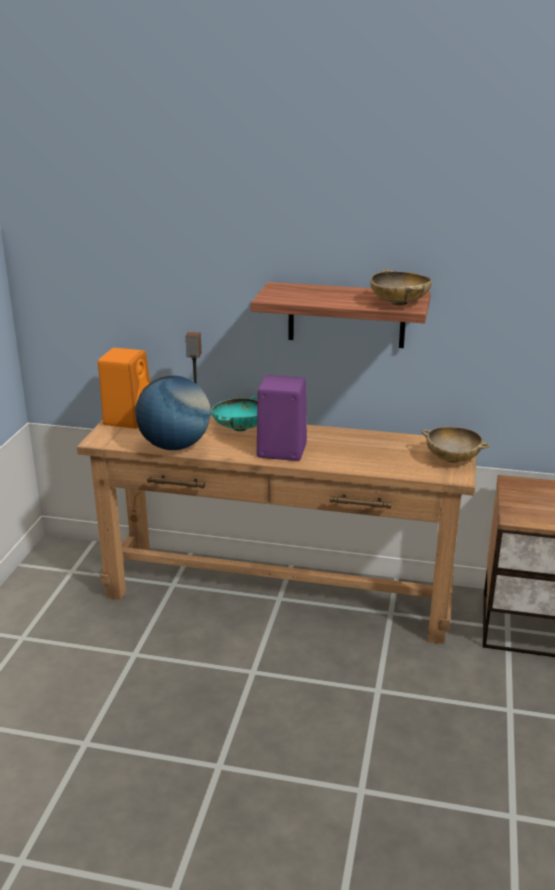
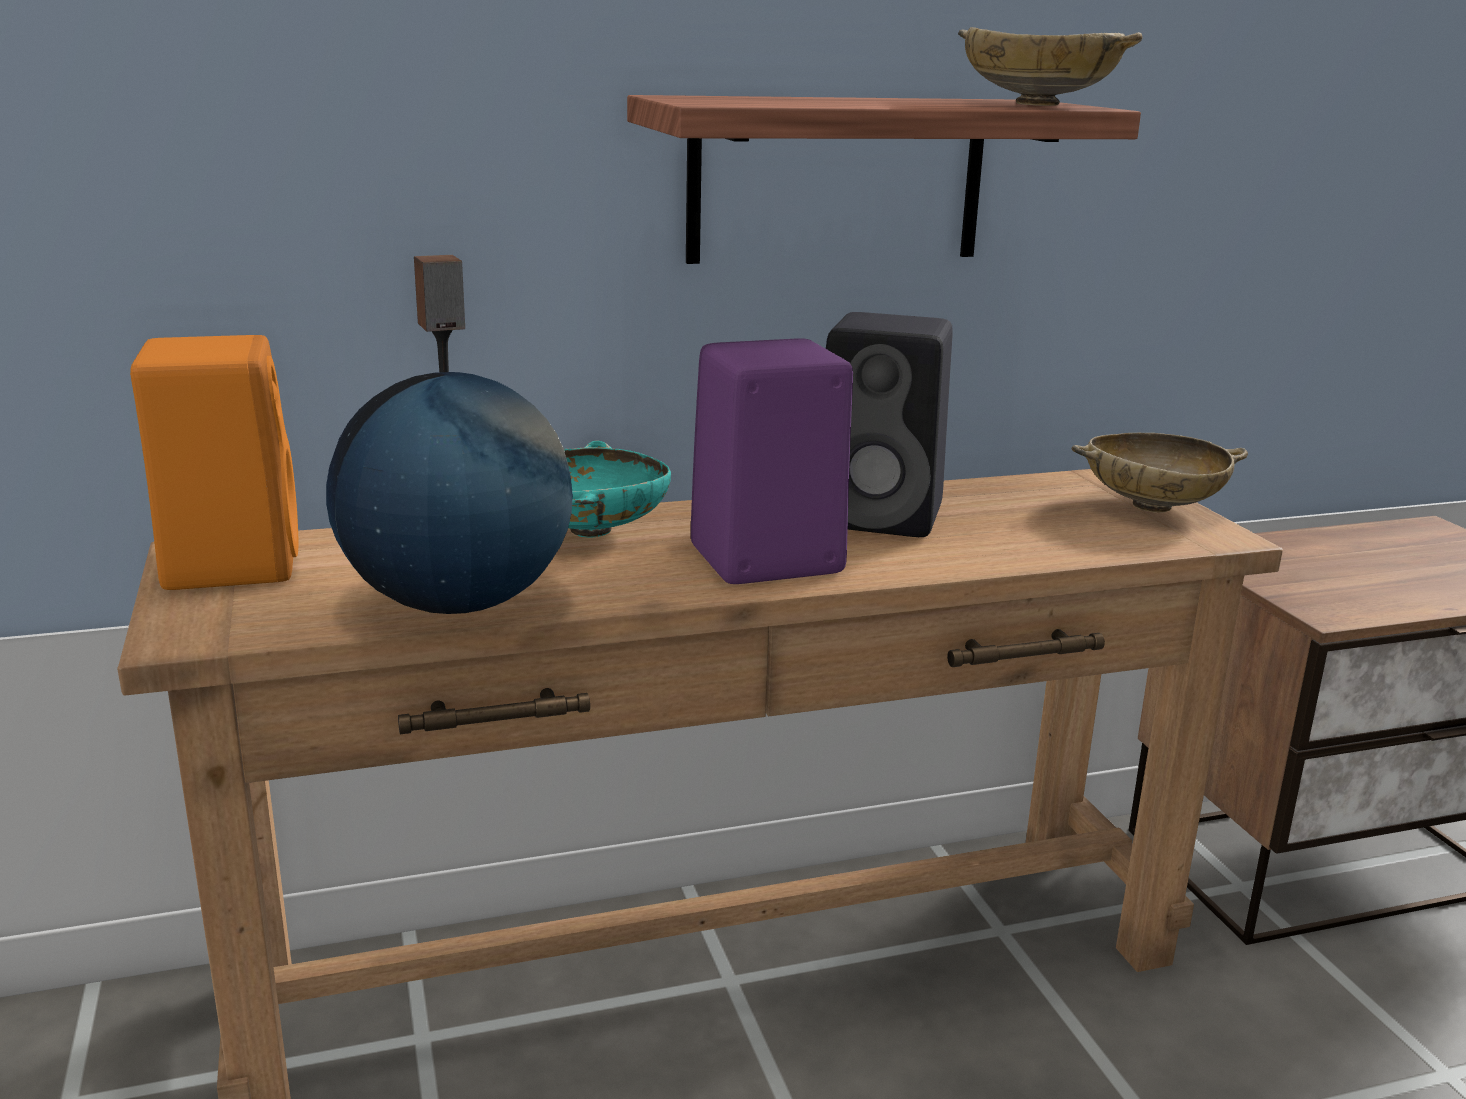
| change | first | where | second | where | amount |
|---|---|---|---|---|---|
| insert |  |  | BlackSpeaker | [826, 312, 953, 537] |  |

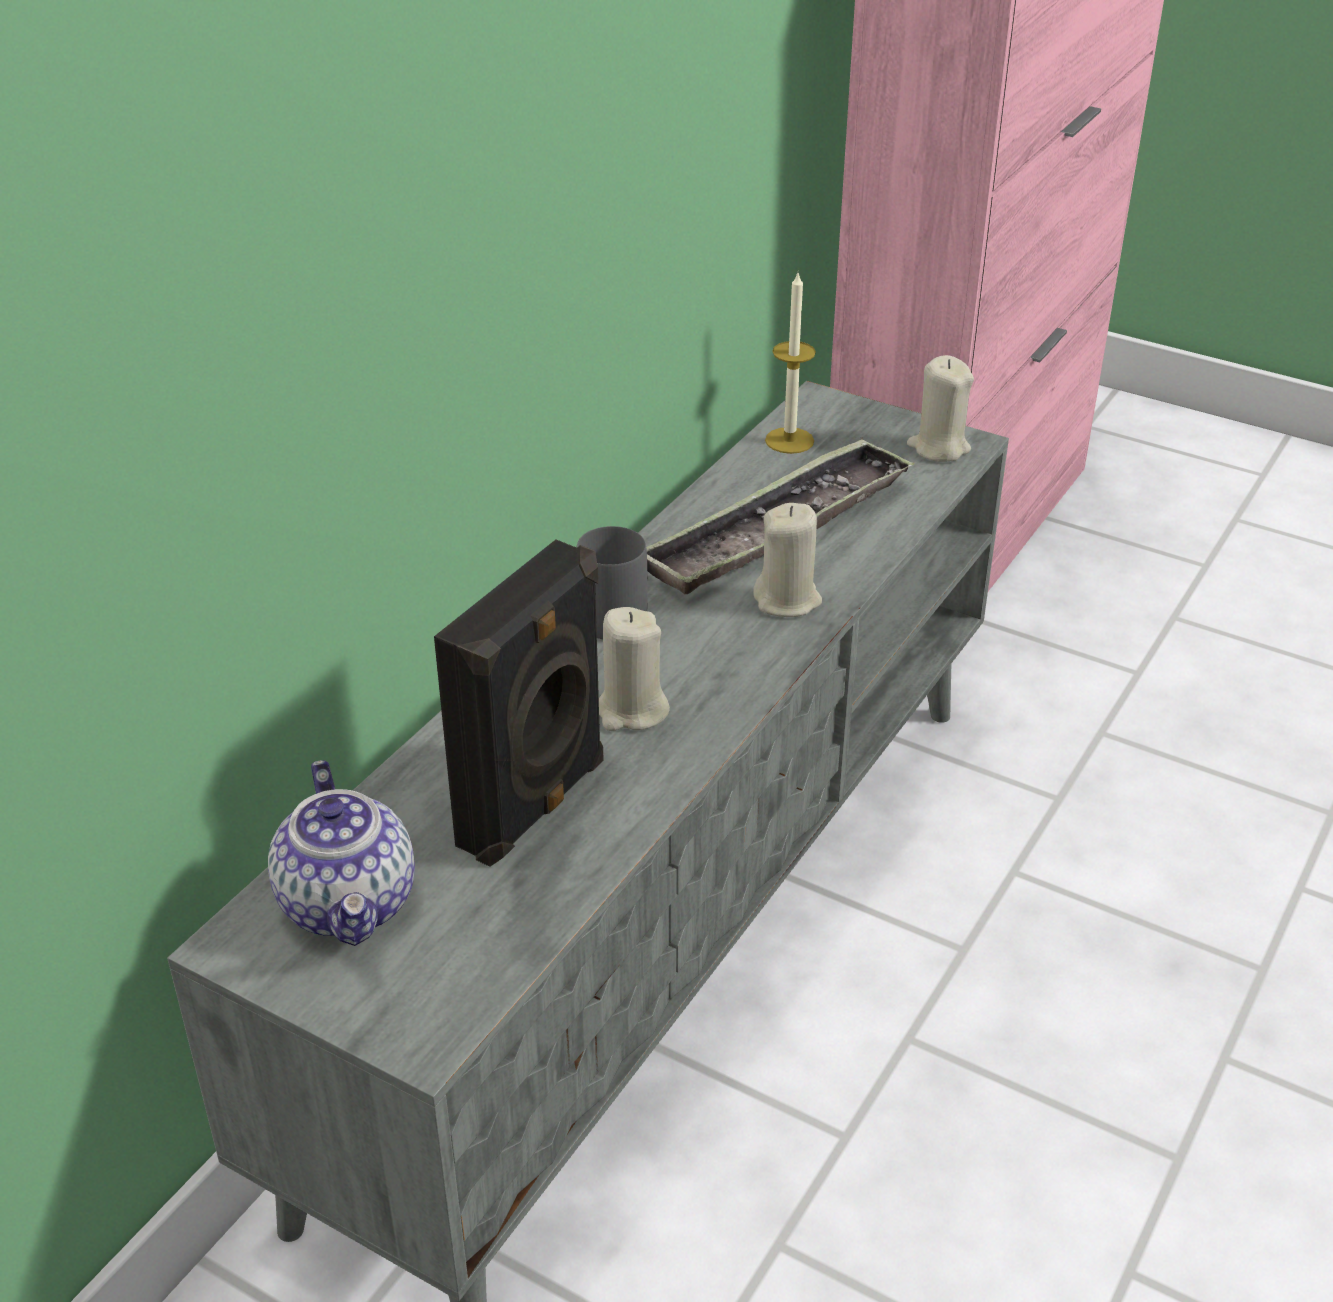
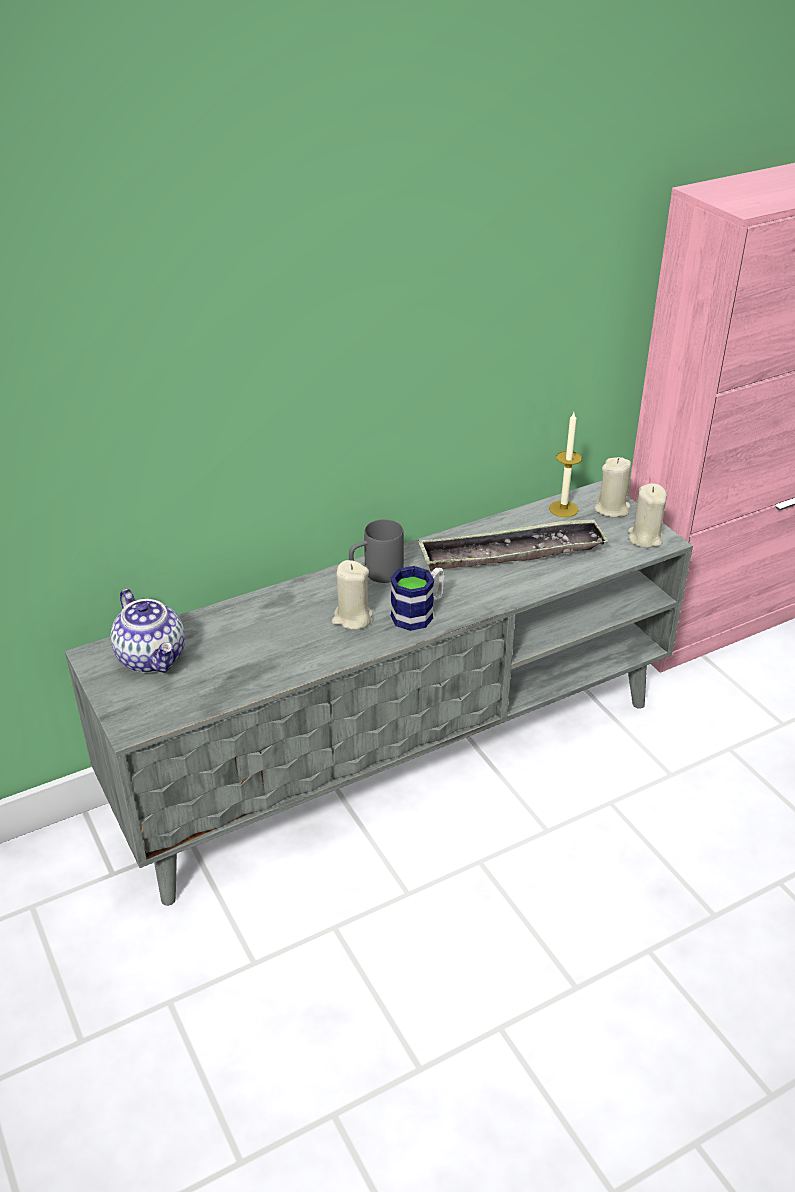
| change | first | where | second | where | amount |
|---|---|---|---|---|---|
| rotate | Teapot | [268, 760, 415, 946] |  | [111, 589, 185, 673] | 45 degrees counterclockwise |
| delete | BlackSpeaker | [434, 540, 604, 867] |  |  |  |
| move | BeigeCandle | [753, 503, 822, 617] |  | [594, 457, 631, 517] |  |
| insert |  |  | Mug | [391, 566, 445, 631] |  |

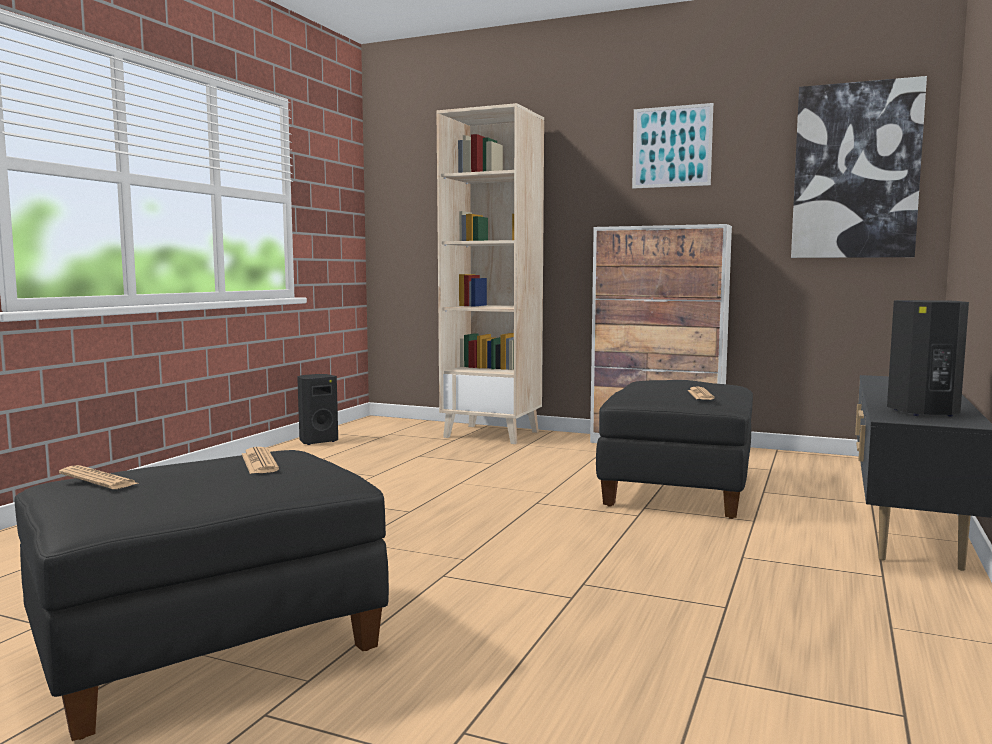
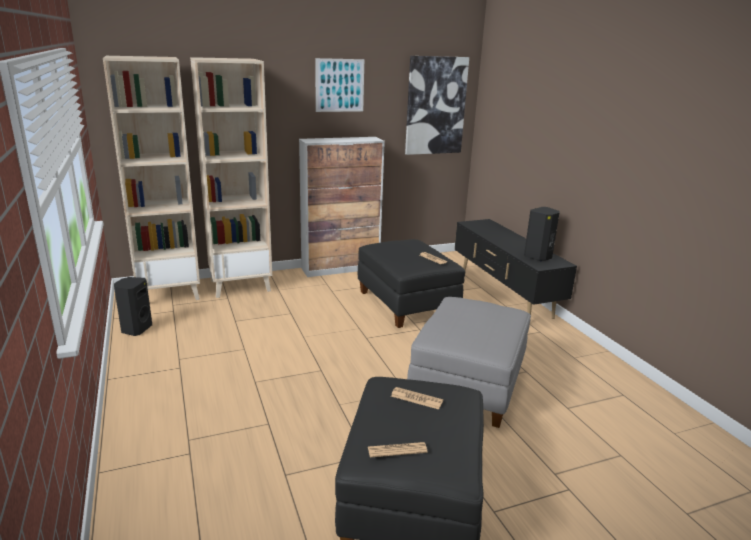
| change | first | where | second | where | amount |
|---|---|---|---|---|---|
| insert |  |  | BeigeBookcase | [103, 56, 200, 300] |  |
| insert |  |  | GreyOttoman | [407, 297, 531, 428] |  |

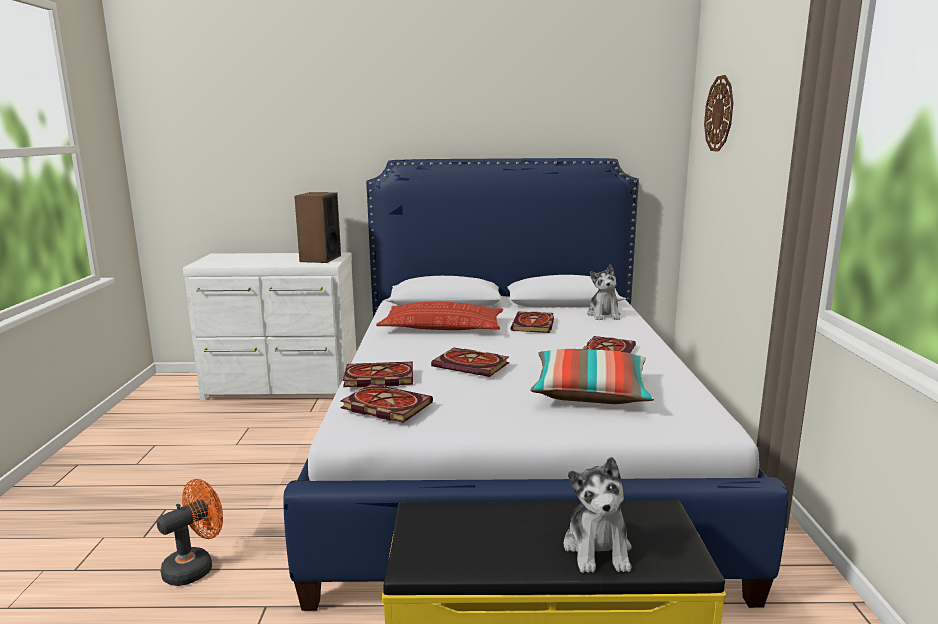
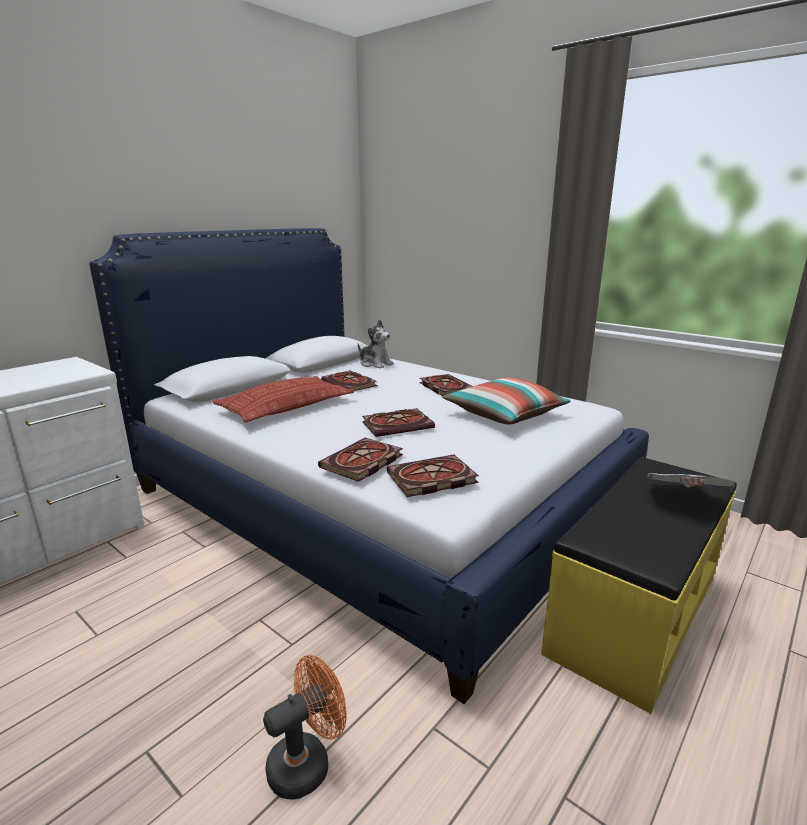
| change | first | where | second | where | amount |
|---|---|---|---|---|---|
| rotate | OrangeFan | [157, 479, 223, 586] |  | [263, 655, 347, 799] | 60 degrees clockwise |
| delete | Speaker | [294, 192, 341, 263] |  |  |  |
| replace | PlushToy | [564, 457, 632, 573] | Newspaper | [647, 473, 735, 488] |  |
| delete | WallClock | [704, 75, 733, 152] |  |  |  |

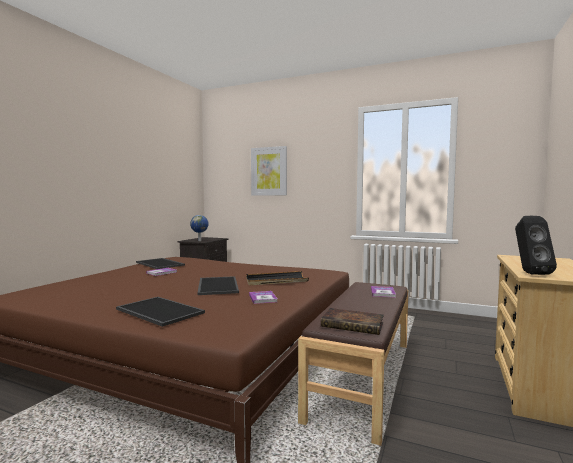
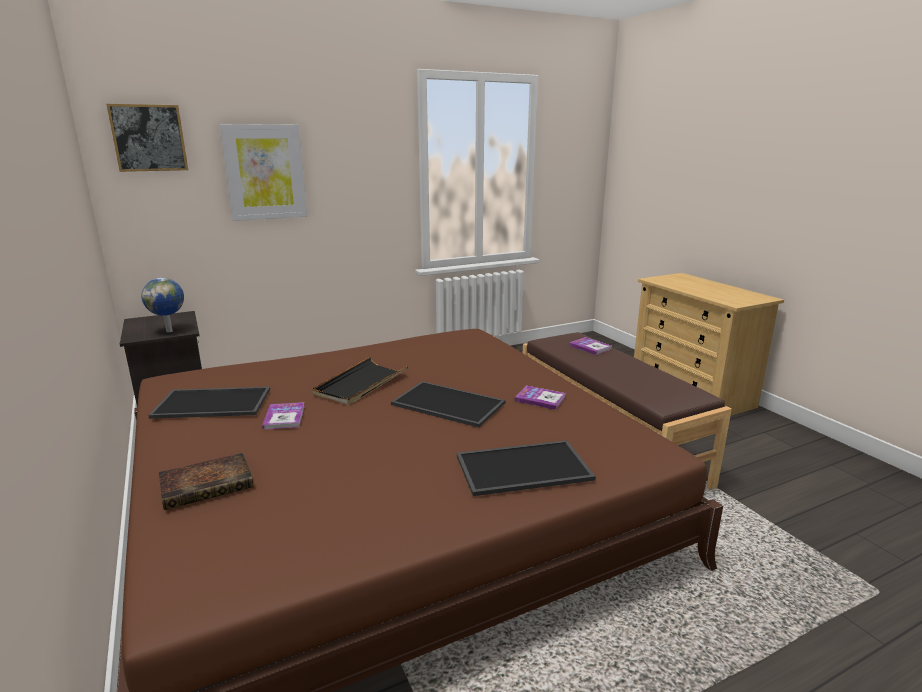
| change | first | where | second | where | amount |
|---|---|---|---|---|---|
| move | BlackTray | [246, 271, 309, 285] |  | [312, 357, 408, 405] |  |
| move | Book | [321, 308, 384, 335] |  | [159, 453, 254, 510] |  |
| delete | BlackSpeaker | [515, 216, 557, 275] |  |  |  |
| insert |  |  | Picture | [106, 104, 188, 172] |  |

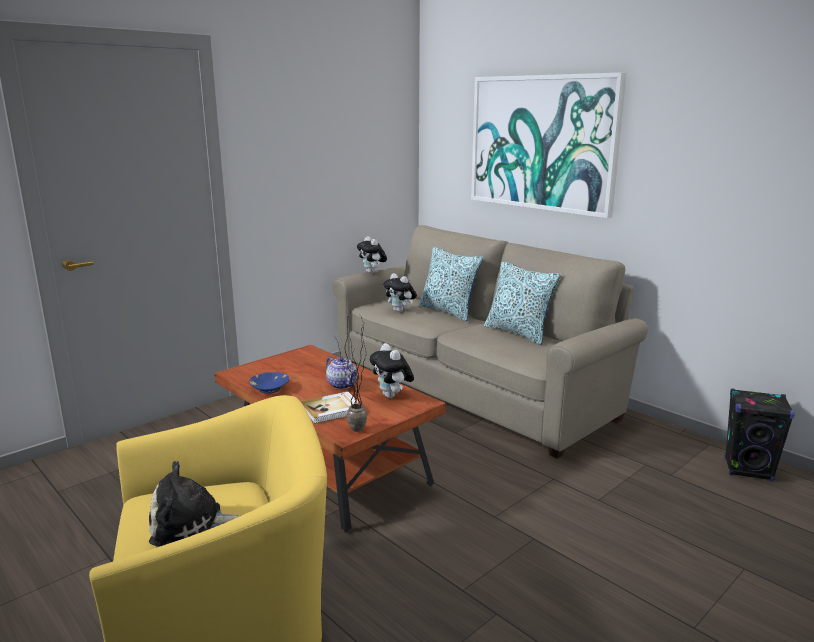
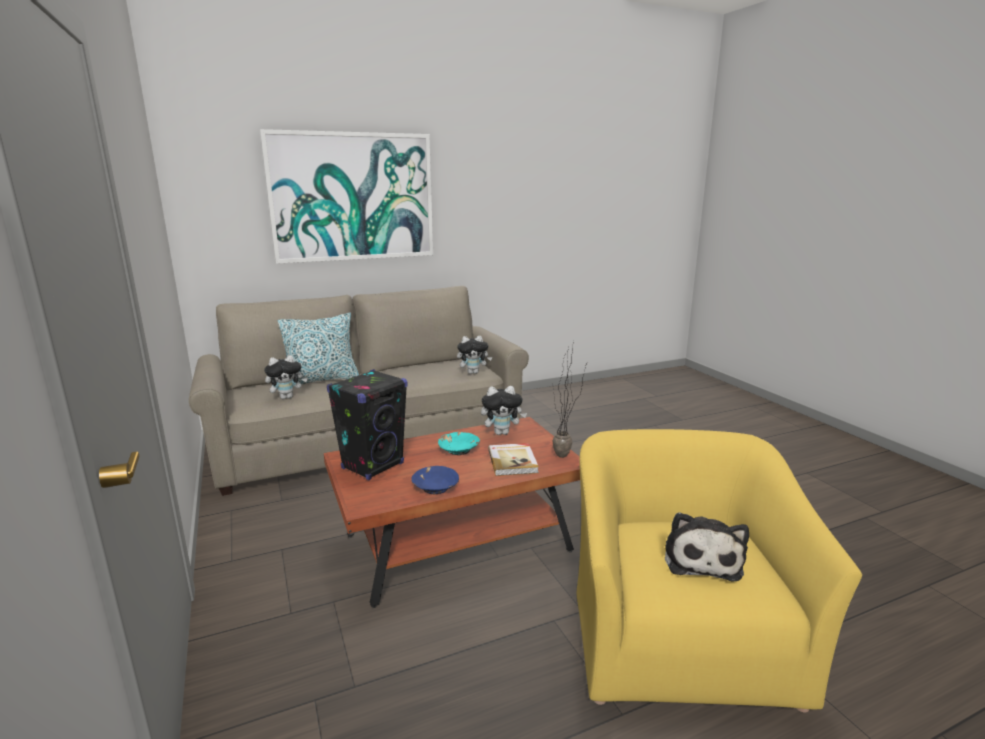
| change | first | where | second | where | amount |
|---|---|---|---|---|---|
| replace | Teapot | [326, 357, 357, 389] | TurquoiseBowl | [438, 432, 480, 455] |  |
| move | PlushToy | [357, 236, 387, 273] |  | [457, 336, 492, 374] |  |
| delete | Pillow | [484, 262, 561, 345] |  |  |  |
| move | BlackSpeaker | [725, 389, 795, 482] |  | [327, 369, 408, 480] |  |

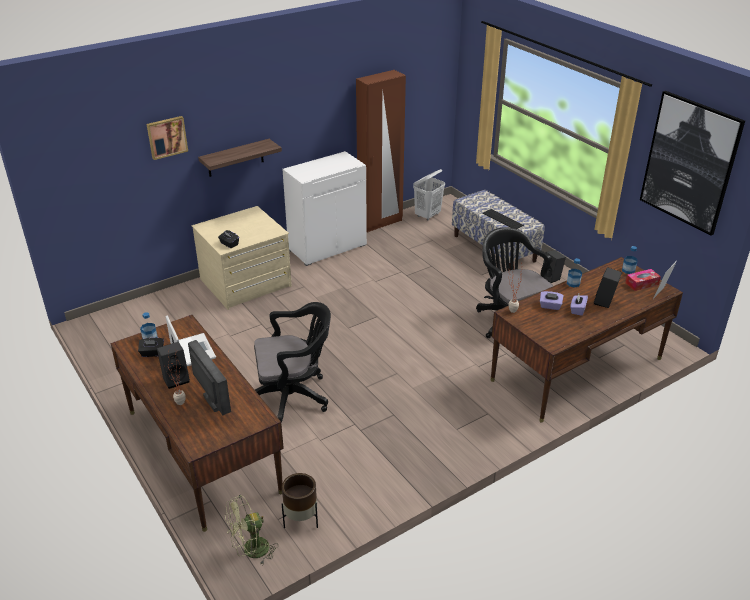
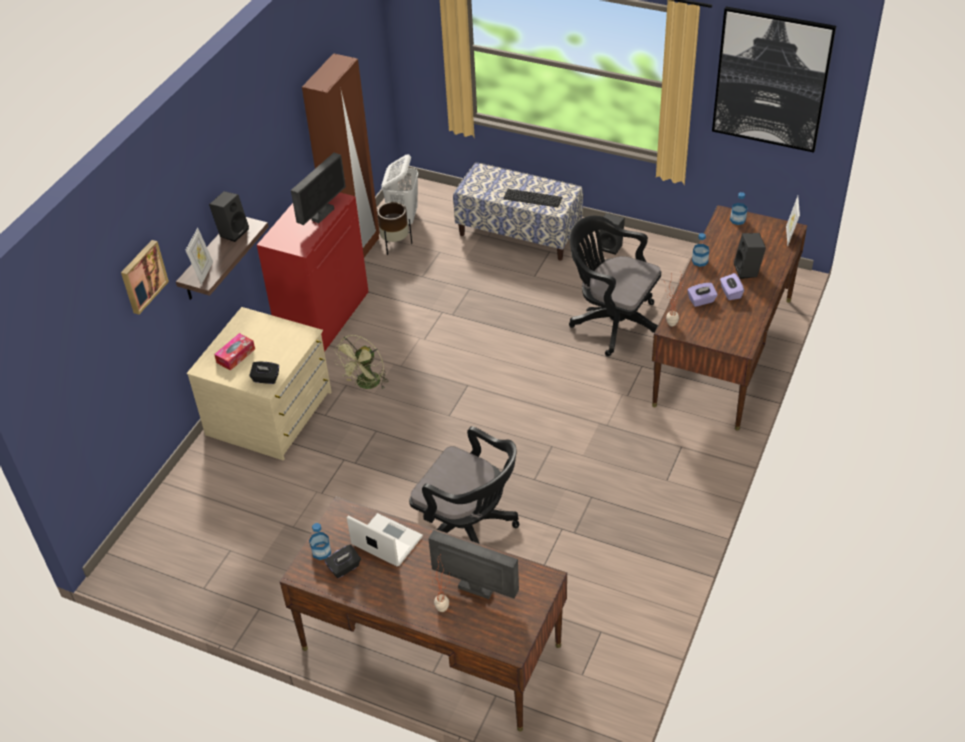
| change | first | where | second | where | amount |
|---|---|---|---|---|---|
| move | BlackSpeaker | [157, 342, 190, 389] |  | [209, 191, 249, 242] |  |
| move | GreenFan | [225, 495, 278, 565] |  | [334, 335, 389, 389] |  |
| rotate | BlackOfficeChair | [254, 302, 331, 423] |  | [409, 426, 520, 544] | 75 degrees clockwise |
| recolor | WhiteCabinet | [282, 151, 367, 266] | RedCabinet | [257, 193, 369, 352] |  |
| move | BrownPlanter | [282, 473, 318, 528] |  | [377, 202, 412, 255] |  |
| move | TissueBox | [625, 269, 661, 291] |  | [214, 333, 255, 370] |  |
| insert |  |  | PictureFrame | [185, 228, 213, 285] |  |
| insert |  |  | Monitor | [291, 152, 346, 225] |  |

